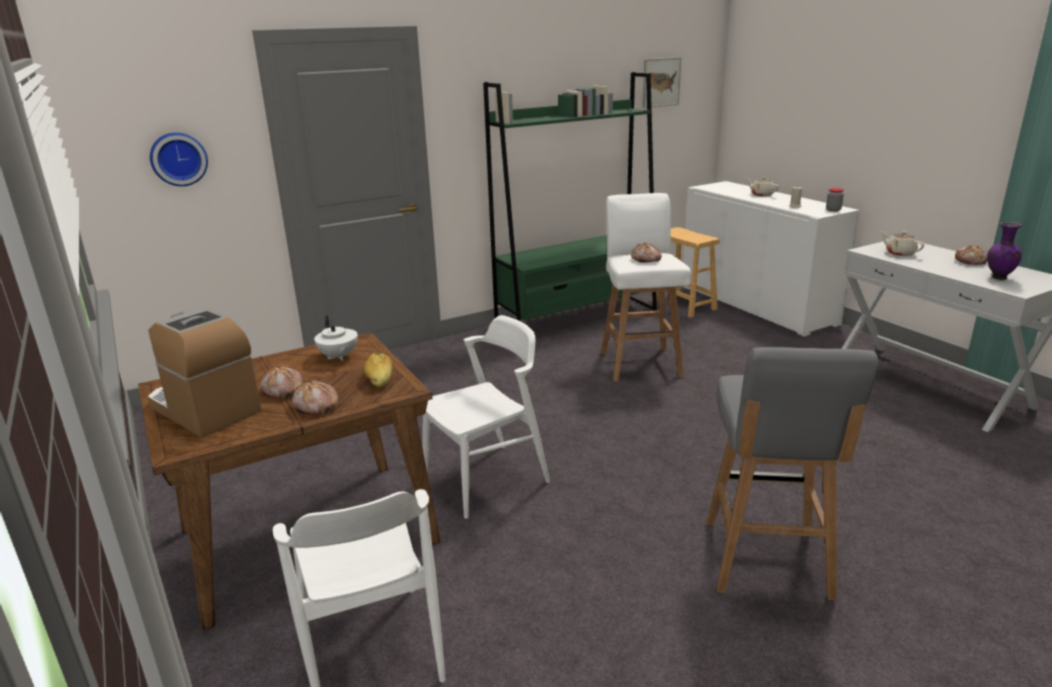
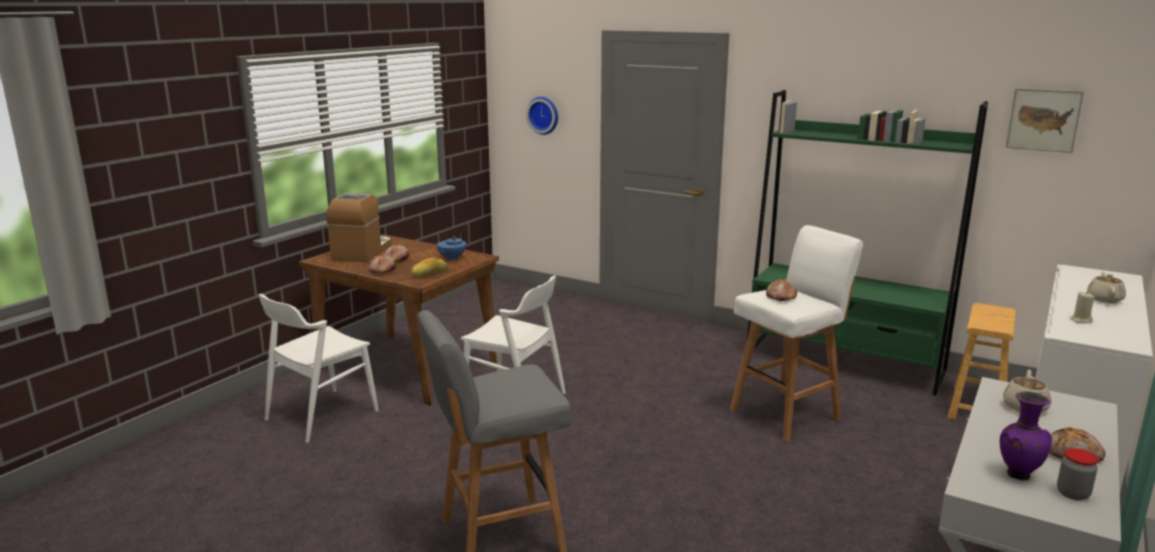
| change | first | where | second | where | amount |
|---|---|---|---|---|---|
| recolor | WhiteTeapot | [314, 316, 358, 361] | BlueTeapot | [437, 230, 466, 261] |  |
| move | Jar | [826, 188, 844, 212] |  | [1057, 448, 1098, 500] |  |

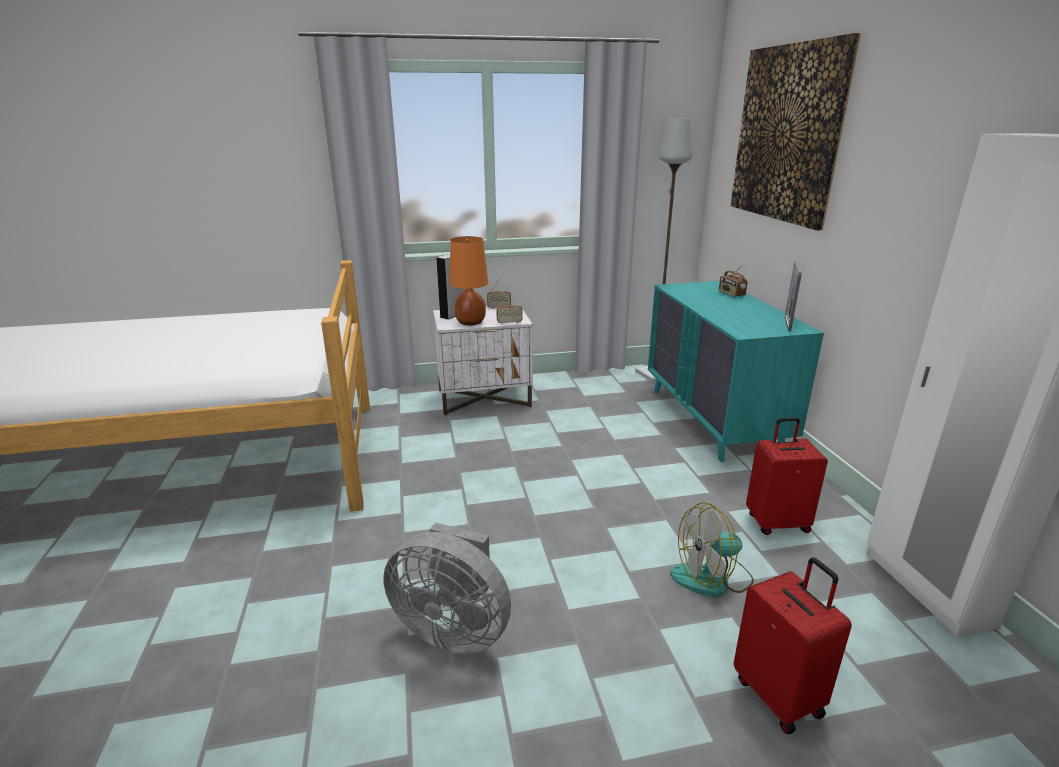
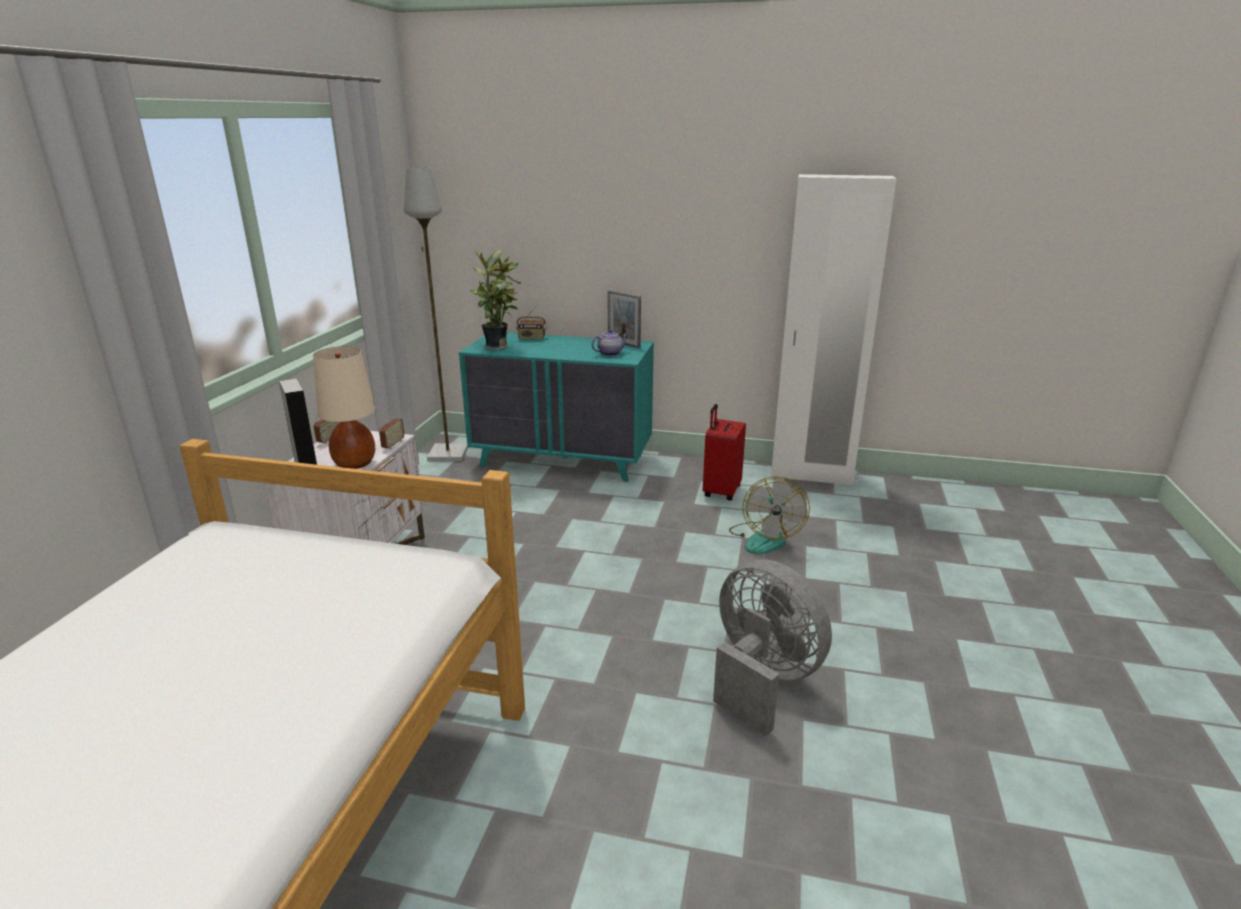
| change | first | where | second | where | amount |
|---|---|---|---|---|---|
| rotate | GreyFan | [383, 522, 511, 654] |  | [713, 560, 832, 736] | 90 degrees counterclockwise |
| recolor | OrangeTableLamp | [449, 236, 488, 325] | BeigeTableLamp | [313, 346, 375, 469] |  |
| delete | Picture | [731, 33, 861, 230] |  |  |  |
| delete | RedSuitcase | [734, 557, 852, 734] |  |  |  |
| insert |  |  | PottedPlant | [470, 249, 522, 350] |  |
| insert |  |  | Teapot | [591, 329, 628, 356] |  |

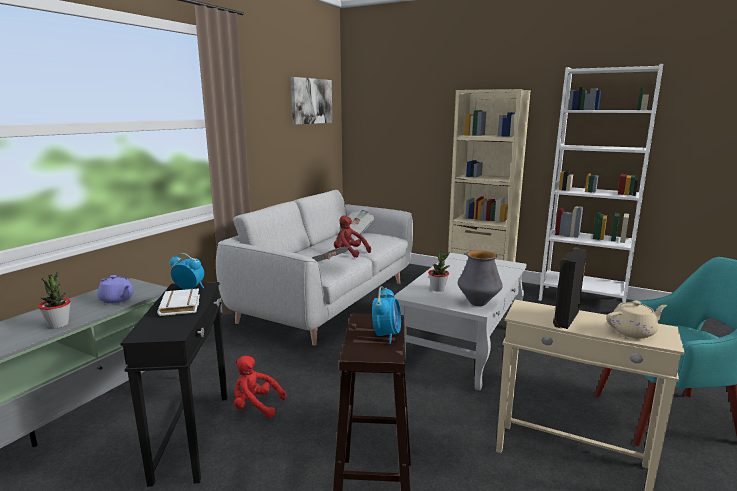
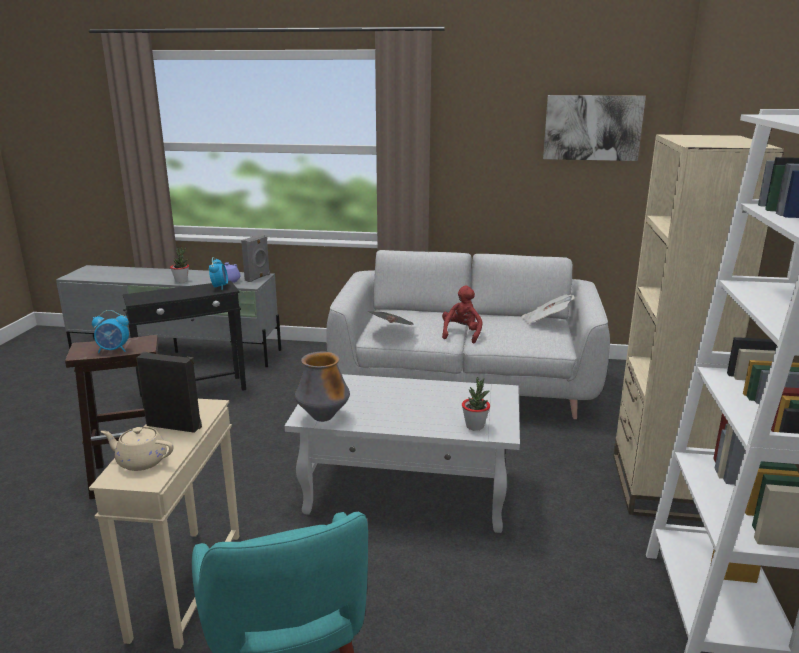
| change | first | where | second | where | amount |
|---|---|---|---|---|---|
| delete | WhiteBook | [157, 288, 200, 316] |  |  |  |
| delete | RedPlushToy | [234, 356, 286, 418] |  |  |  |
| move | PottedPlant | [428, 251, 450, 292] |  | [462, 377, 490, 431] |  |
| rotate | BeigeTeapot | [606, 301, 668, 339] |  | [101, 427, 174, 471] | 135 degrees clockwise |
| insert |  |  | GreySpeaker | [241, 234, 270, 282] |  |

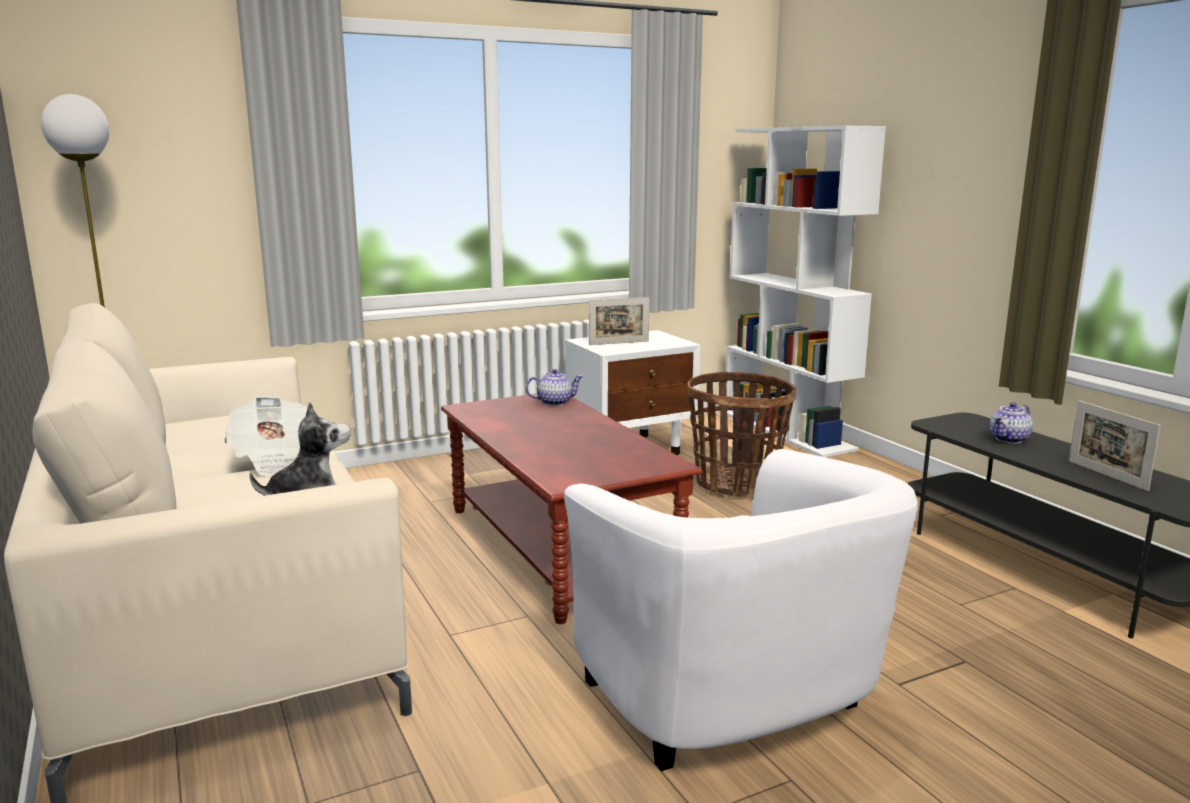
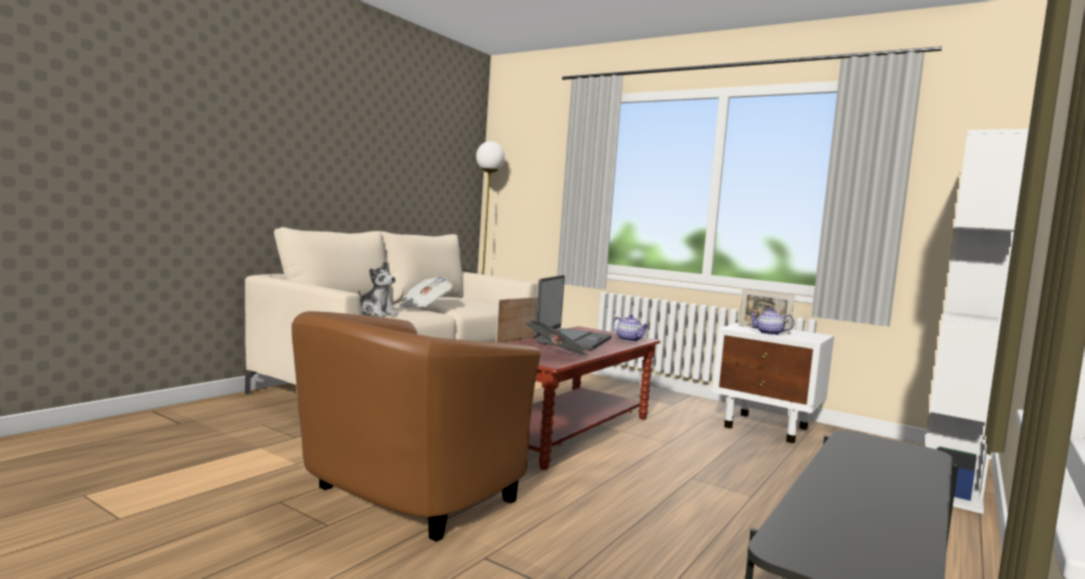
| change | first | where | second | where | amount |
|---|---|---|---|---|---|
| recolor | WhiteArmchair | [564, 449, 918, 771] | BrownArmchair | [292, 311, 540, 542] |  |
| delete | Basket | [687, 372, 796, 499] |  |  |  |
| move | Teapot | [990, 402, 1033, 443] |  | [749, 308, 794, 335] |  |
| move | PictureFrame | [1069, 400, 1161, 491] |  | [496, 297, 537, 343] |  |
| insert |  |  | Newspaper | [526, 321, 590, 356] |  |
| insert |  |  | Laptop | [535, 275, 612, 350] |  |

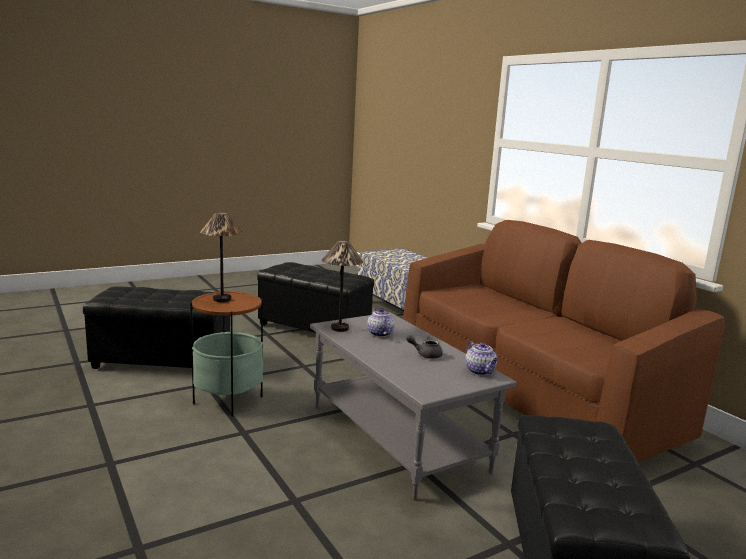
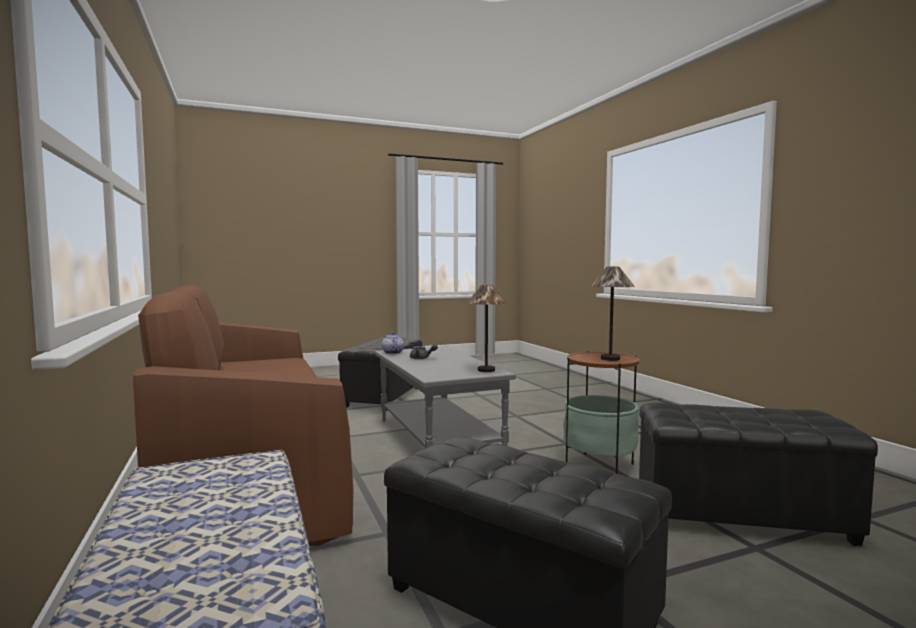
| change | first | where | second | where | amount |
|---|---|---|---|---|---|
| delete | Teapot | [367, 308, 395, 337] |  |  |  |

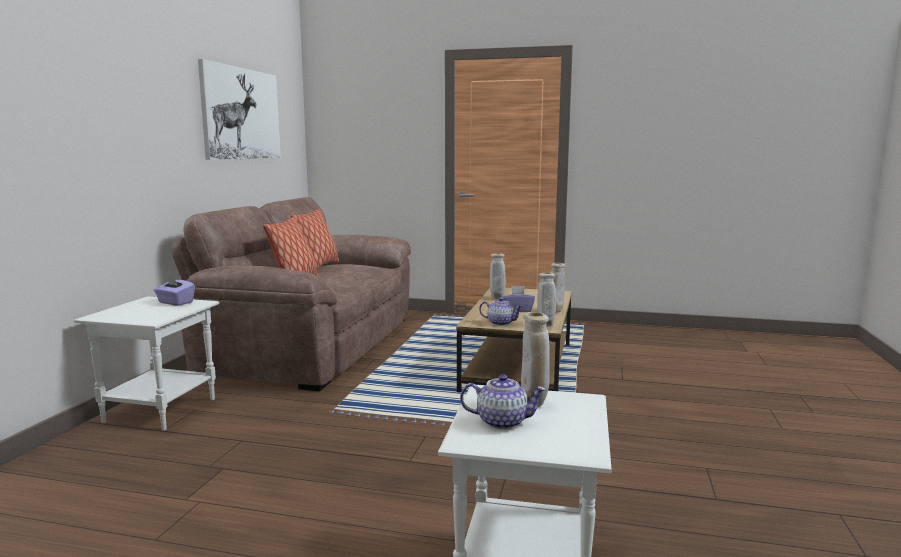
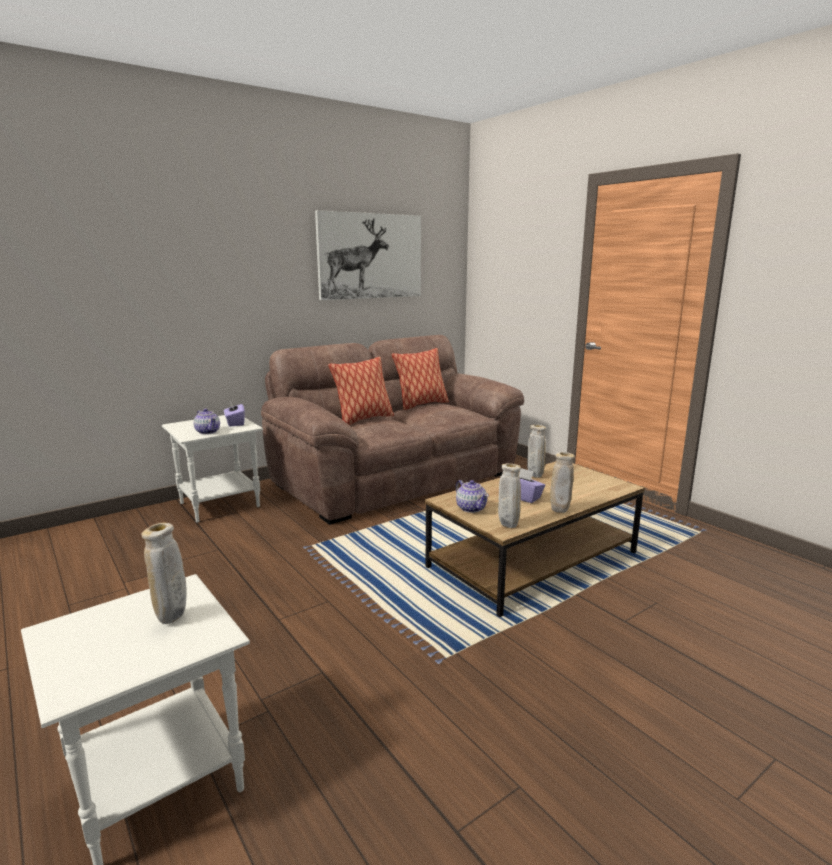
| change | first | where | second | where | amount |
|---|---|---|---|---|---|
| move | Teapot | [460, 374, 546, 430] |  | [194, 408, 220, 434] |  |

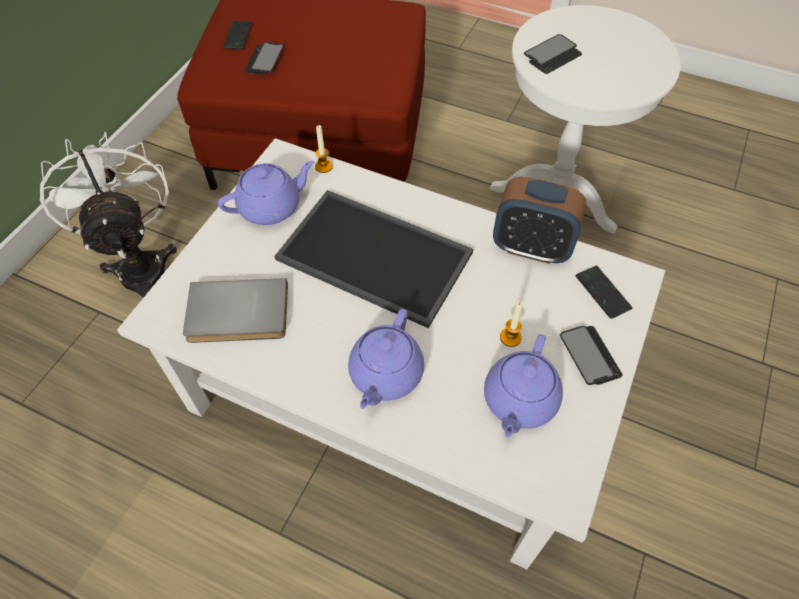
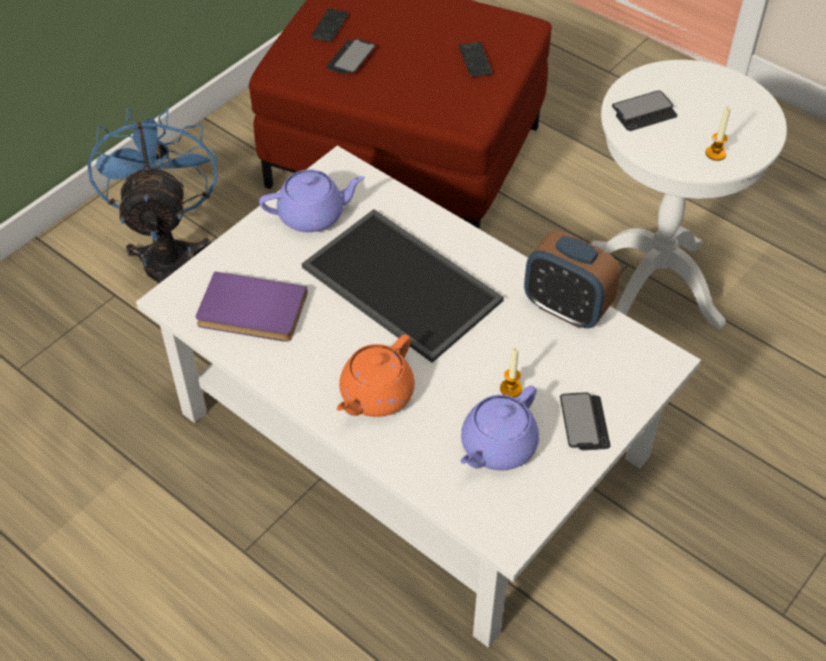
| change | first | where | second | where | amount |
|---|---|---|---|---|---|
| recolor | WhiteFan | [40, 132, 177, 298] | BlueFan | [87, 107, 217, 283] |  |
| recolor | GreyBook | [183, 278, 288, 343] | PurpleBook | [196, 271, 308, 342] |  |
| move | Candle | [315, 125, 333, 173] |  | [705, 106, 731, 161] |  |
| recolor | PurpleTeapot | [348, 309, 424, 409] | OrangeTeapot | [337, 334, 415, 417] |  |
| move | Phone | [576, 266, 632, 319] |  | [459, 42, 493, 77] |  |

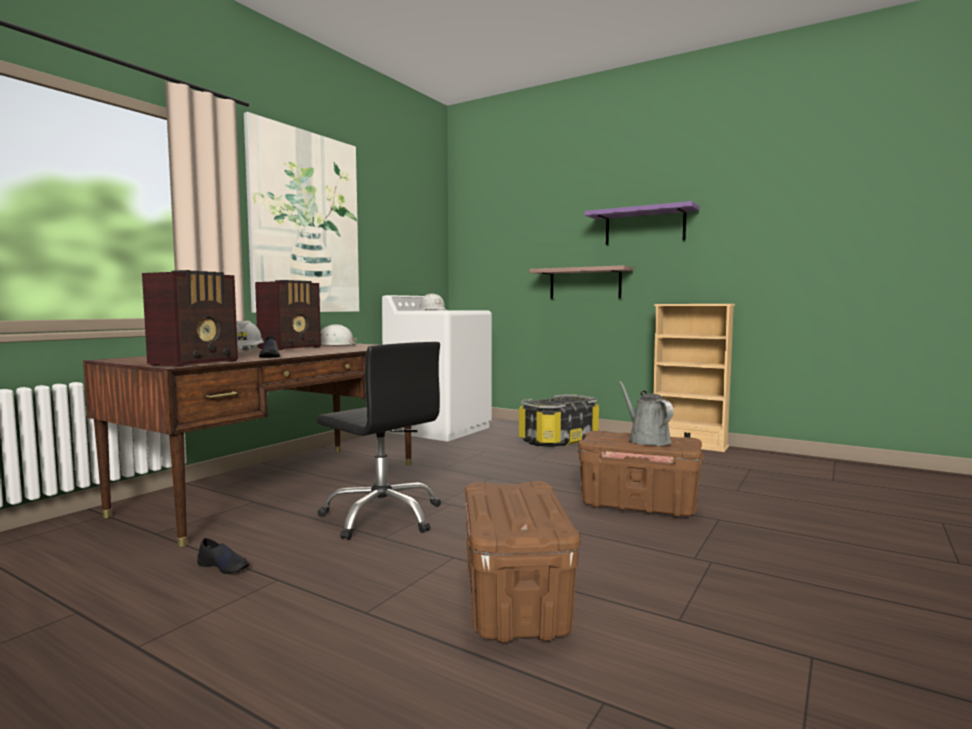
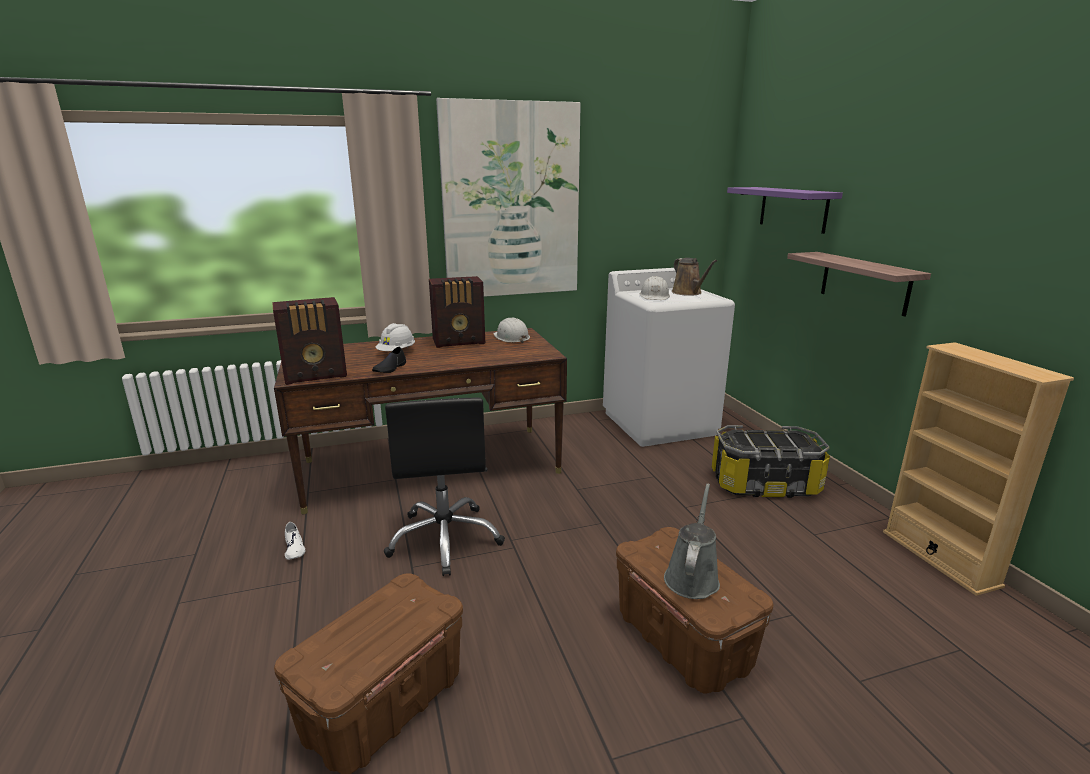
| change | first | where | second | where | amount |
|---|---|---|---|---|---|
| recolor | BlackShoe | [197, 538, 249, 574] | WhiteShoe | [285, 522, 306, 560] |  |
| move | PurpleShelf | [584, 201, 699, 245] |  | [727, 187, 843, 234] |  |
| insert |  |  | BrownWateringCan | [672, 258, 717, 296] |  |

